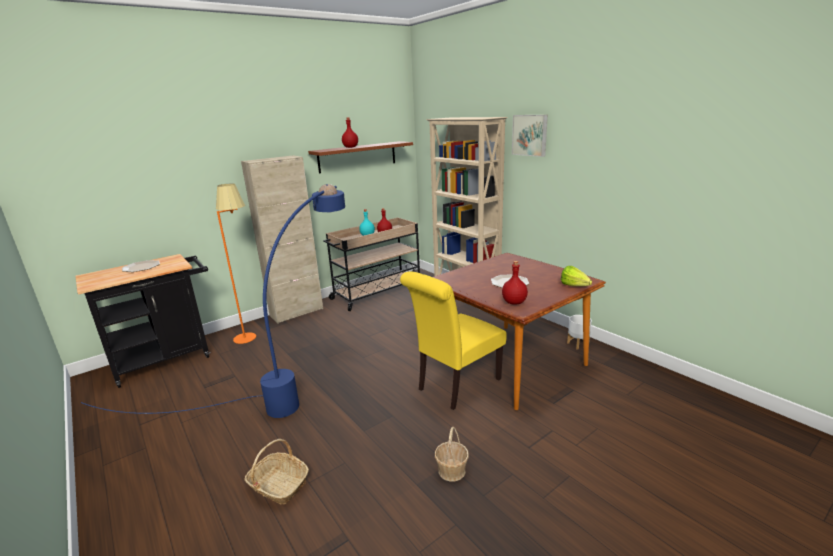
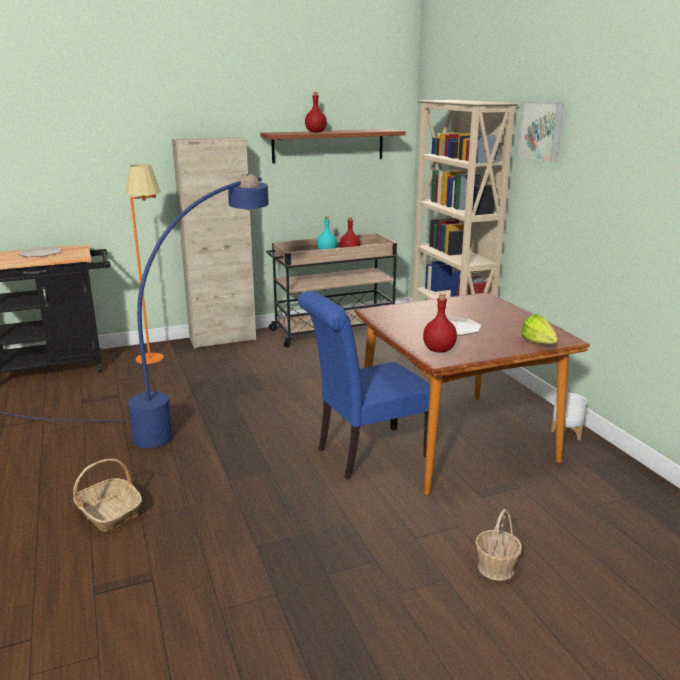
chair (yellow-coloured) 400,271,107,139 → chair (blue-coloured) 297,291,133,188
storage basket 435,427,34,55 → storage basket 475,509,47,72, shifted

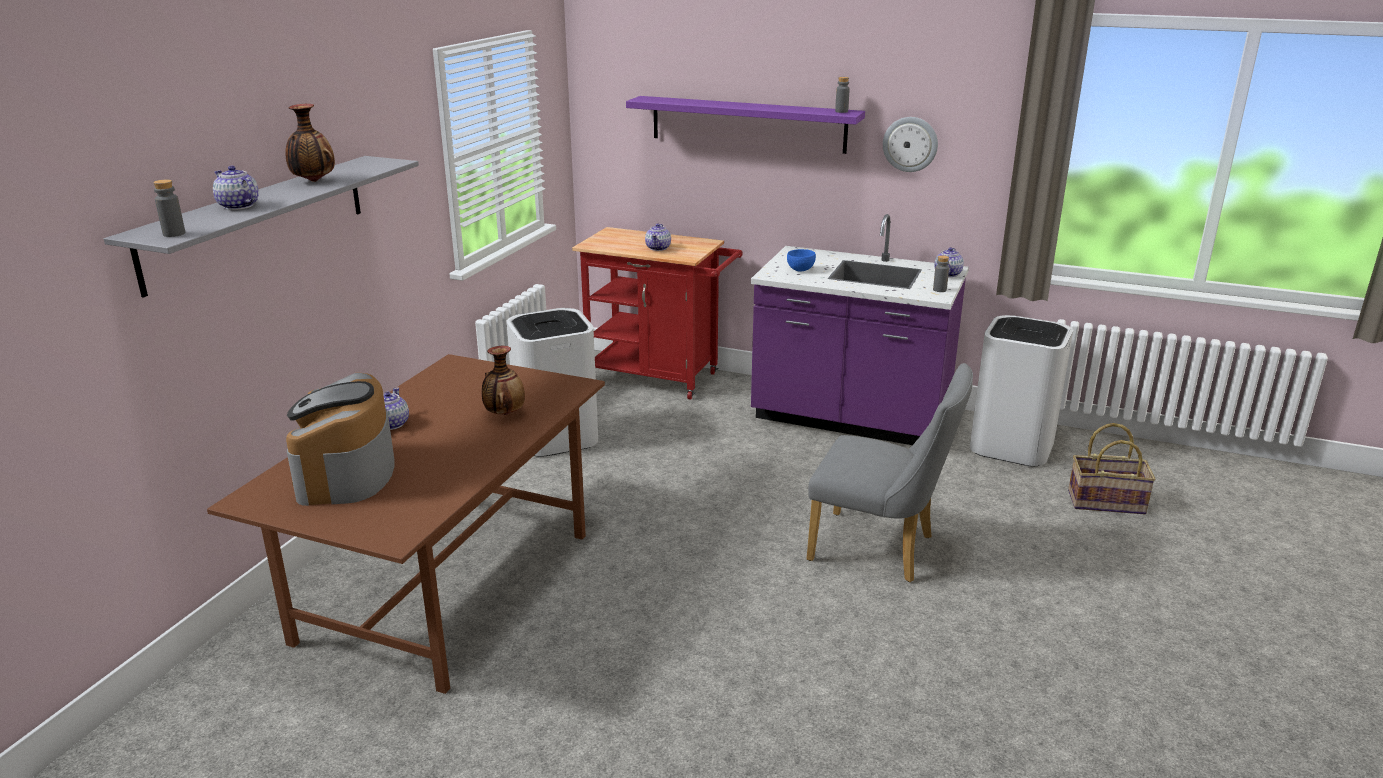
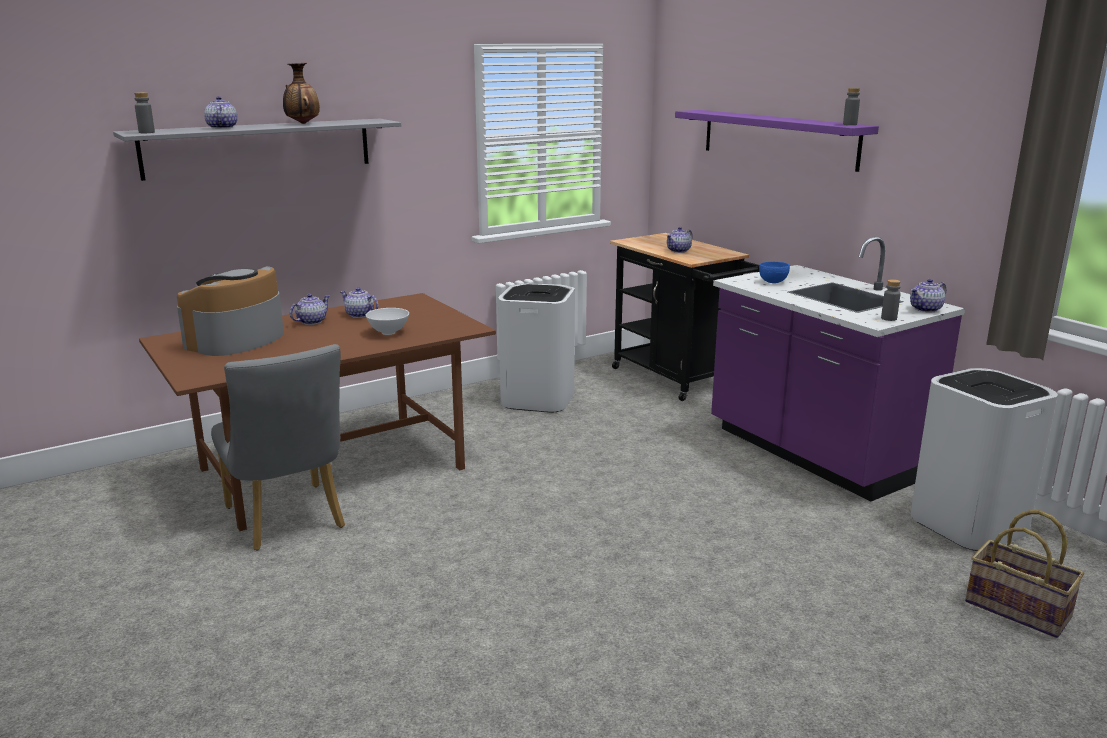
wall clock 883,117,55,55 → -
trolley (red) 572,227,171,173 → trolley (black-coloured) 610,233,150,168
decorative vase 482,346,43,69 → deep dish (white) 366,308,43,27
chair (gray) 806,363,167,219 → chair (gray) 211,344,134,207, shifted
- → tea pot 340,287,38,31

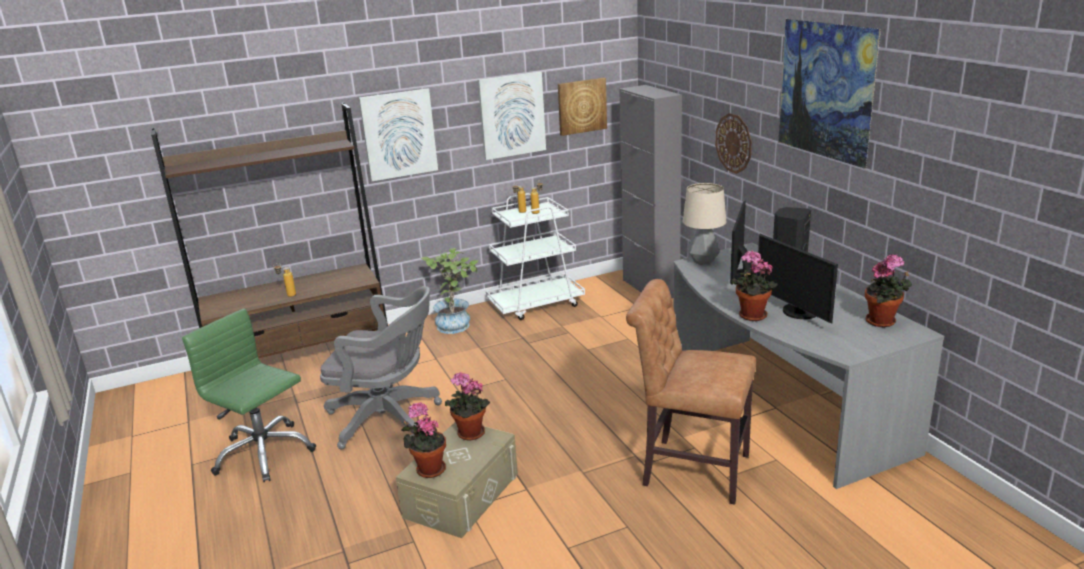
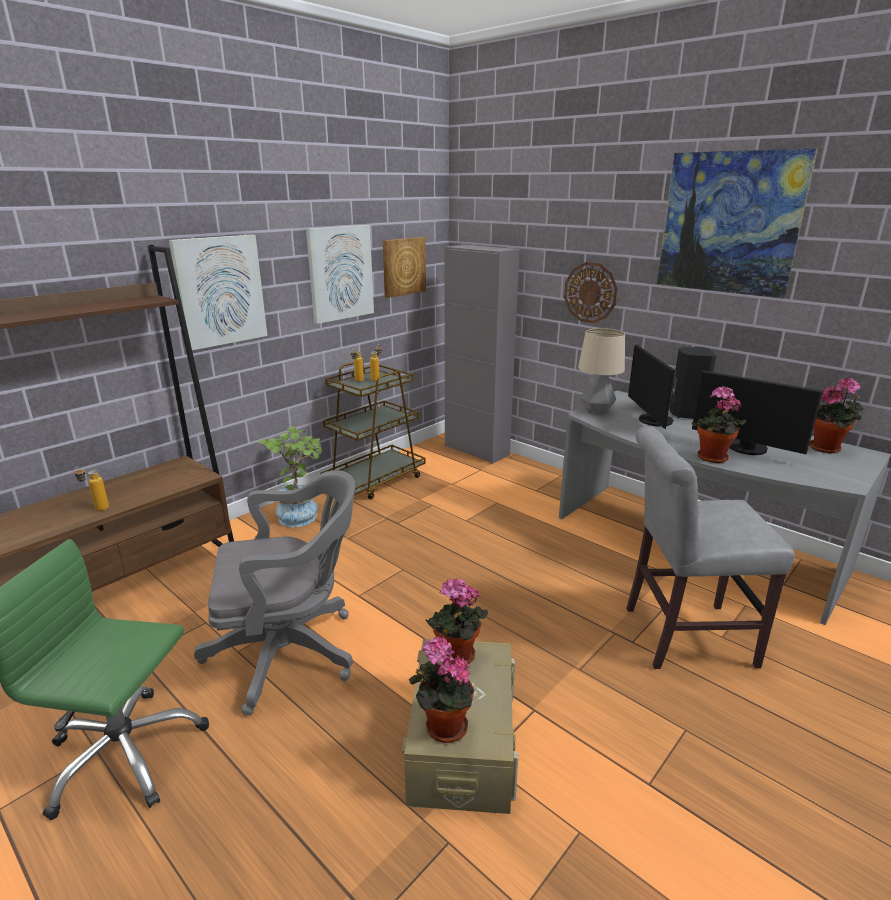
trolley (white) 486,193,99,127 → trolley (brown) 320,362,106,137
chair (brown) 626,279,130,226 → chair (gray) 626,426,169,243

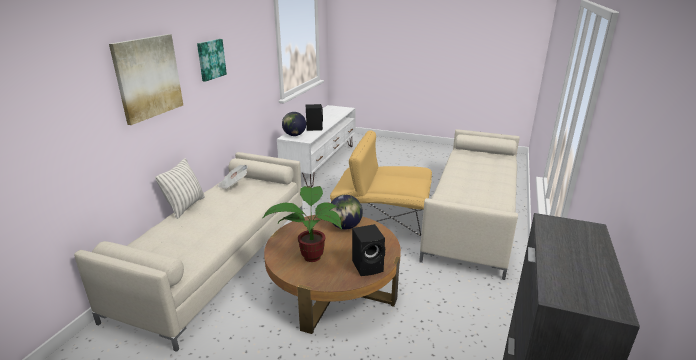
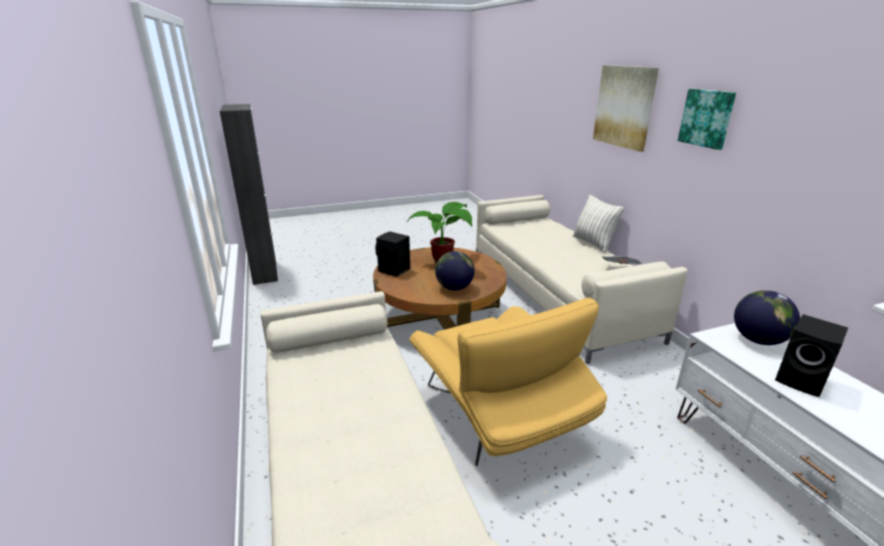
easy chair (yellow-coloured) 330,130,102,106 → easy chair (yellow-coloured) 409,298,198,168, 90 degrees clockwise

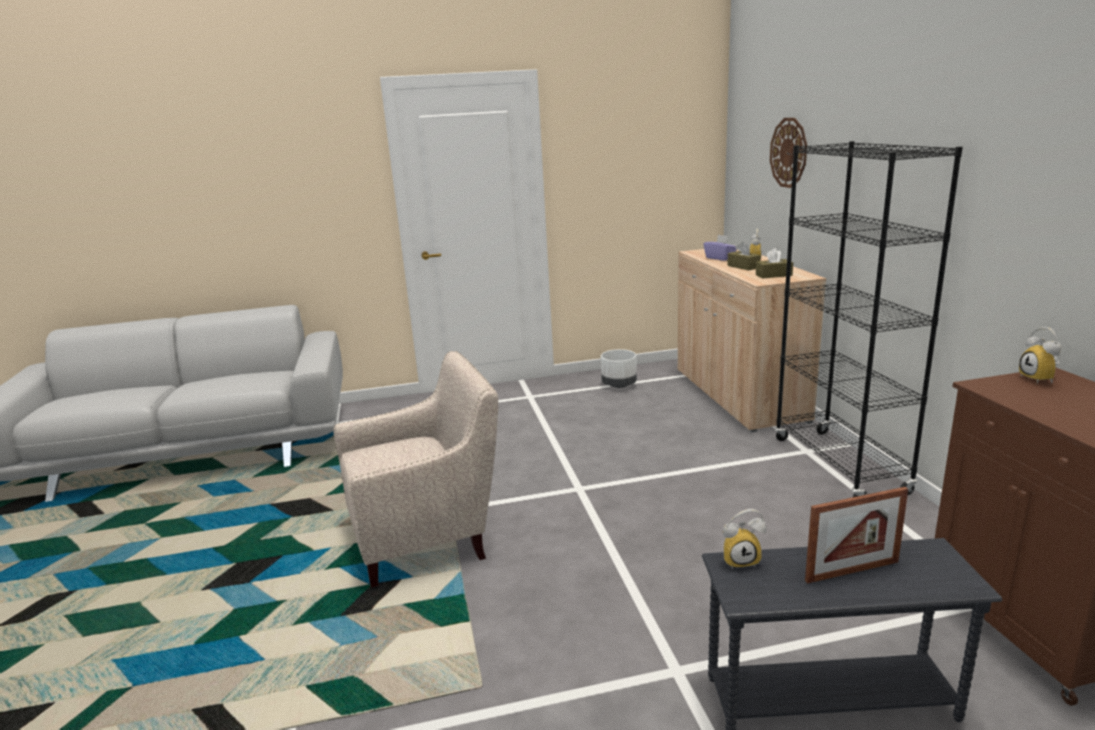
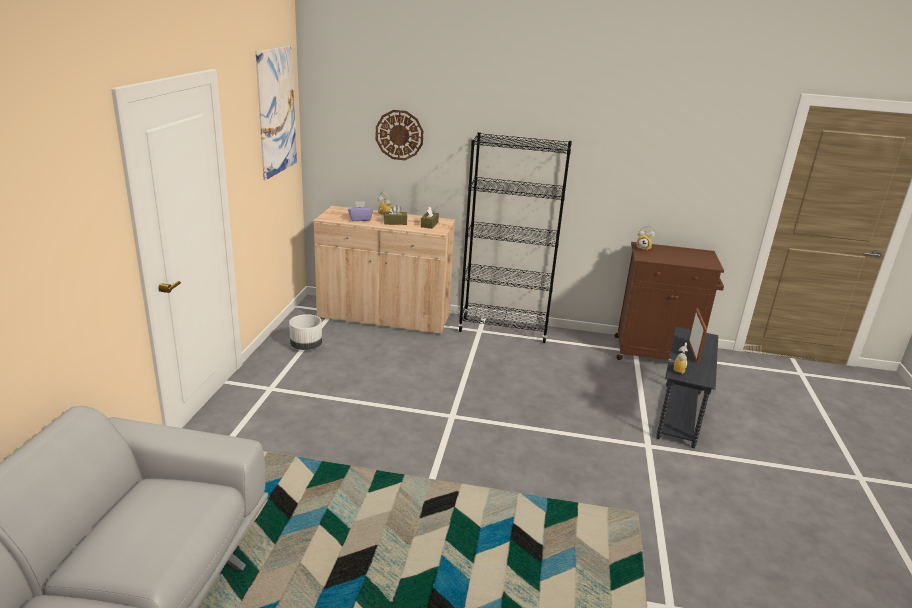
easy chair (beige) 333,351,165,237 → -
- → picture 256,46,41,134

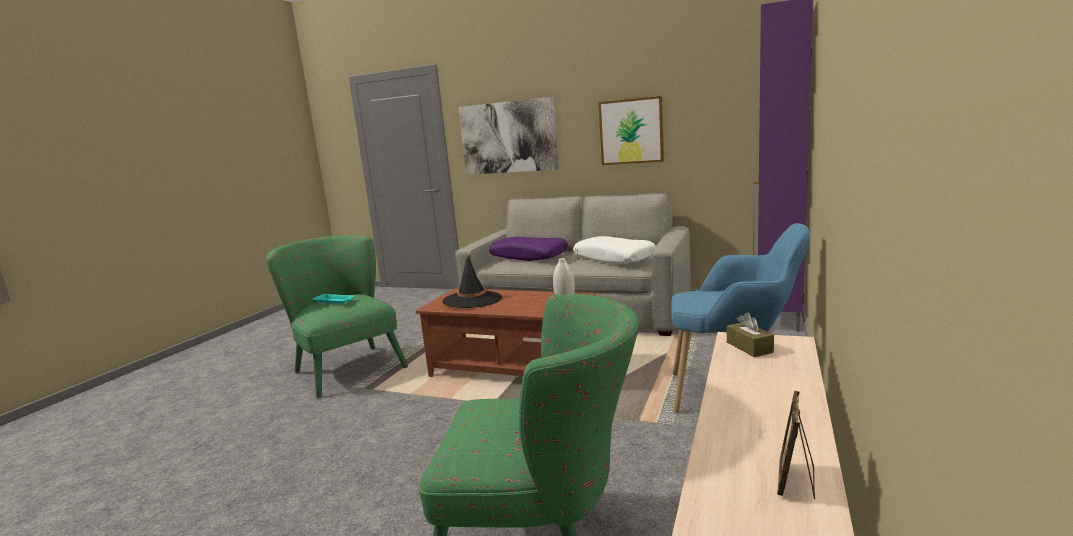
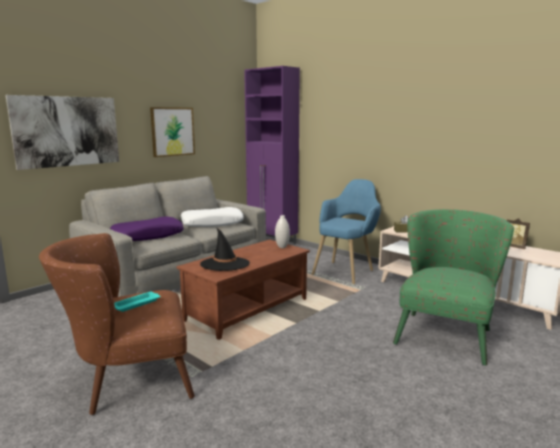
easy chair (green-coloured) 266,235,142,163 → easy chair (brown) 39,233,156,182

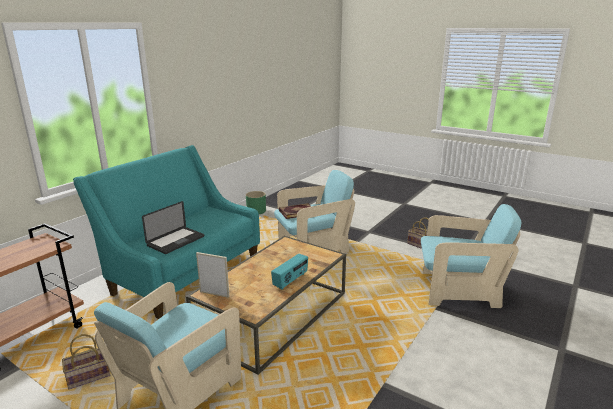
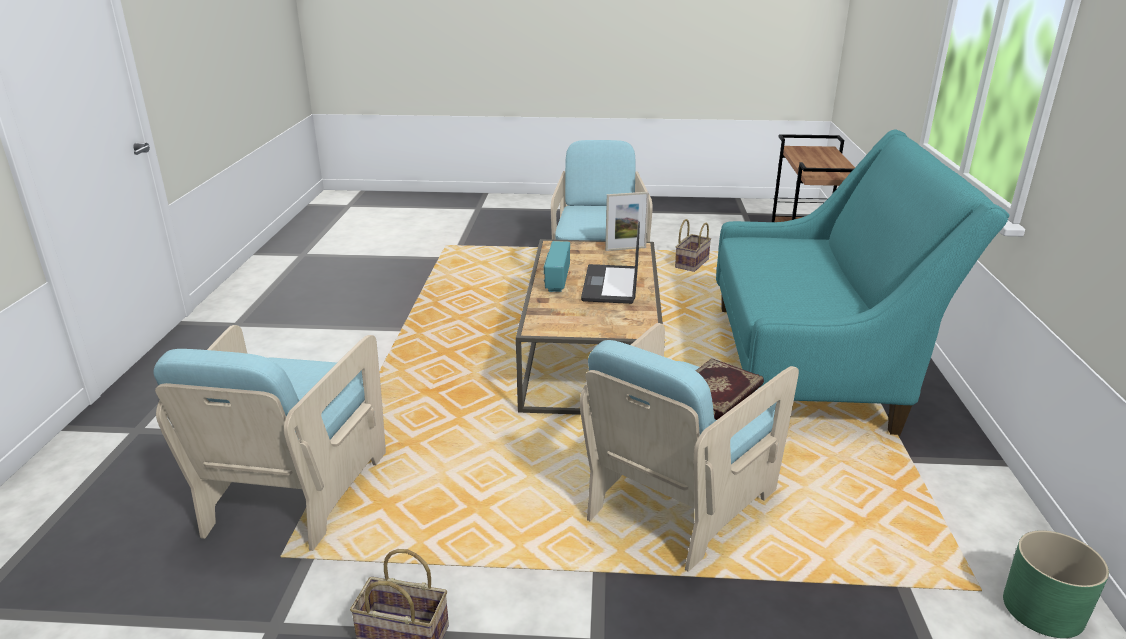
portable computer 142,201,62,53 → portable computer 581,222,59,82, shifted
easy chair (turquoise) 421,204,100,104 → easy chair (turquoise) 154,325,232,226, 60 degrees counterclockwise

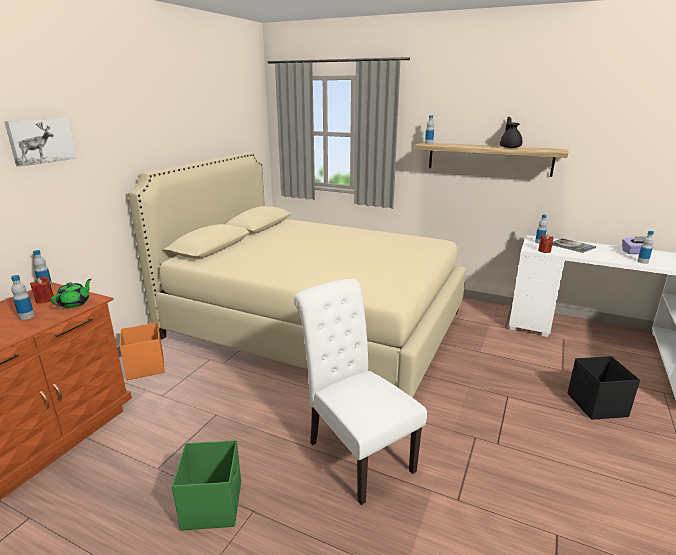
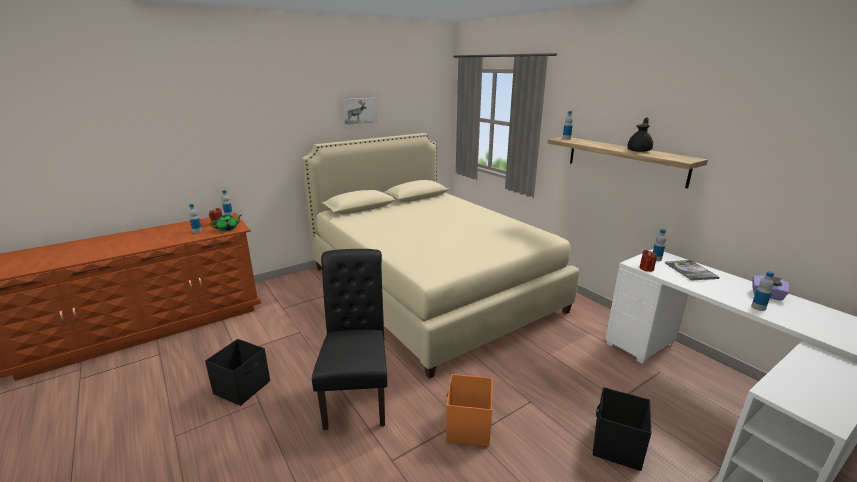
picture 4,118,73,49 → picture 343,98,34,27, shifted
chair (white) 294,279,133,226 → chair (black-coloured) 312,249,76,181
storage box (orange) 119,323,46,57 → storage box (orange) 446,374,46,73, shifted
storage box (green-coloured) 172,440,69,91 → storage box (black-coloured) 205,339,65,67

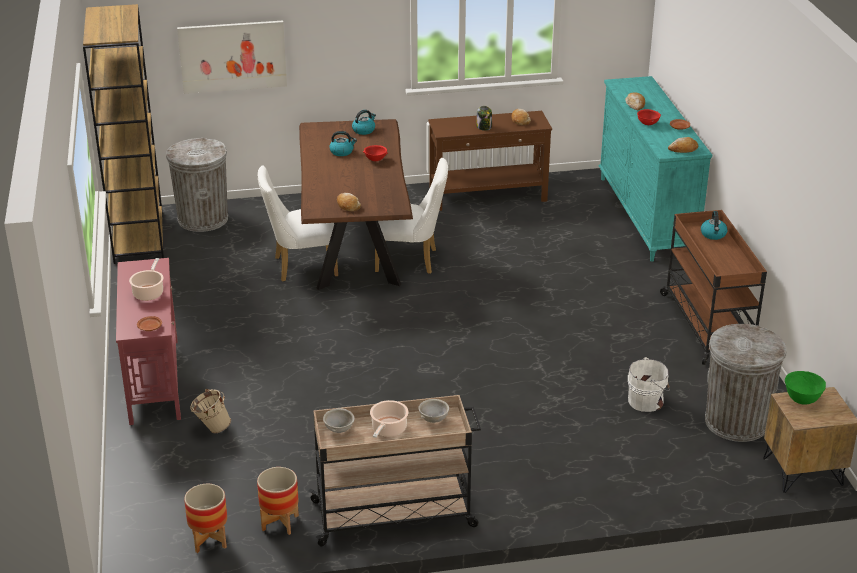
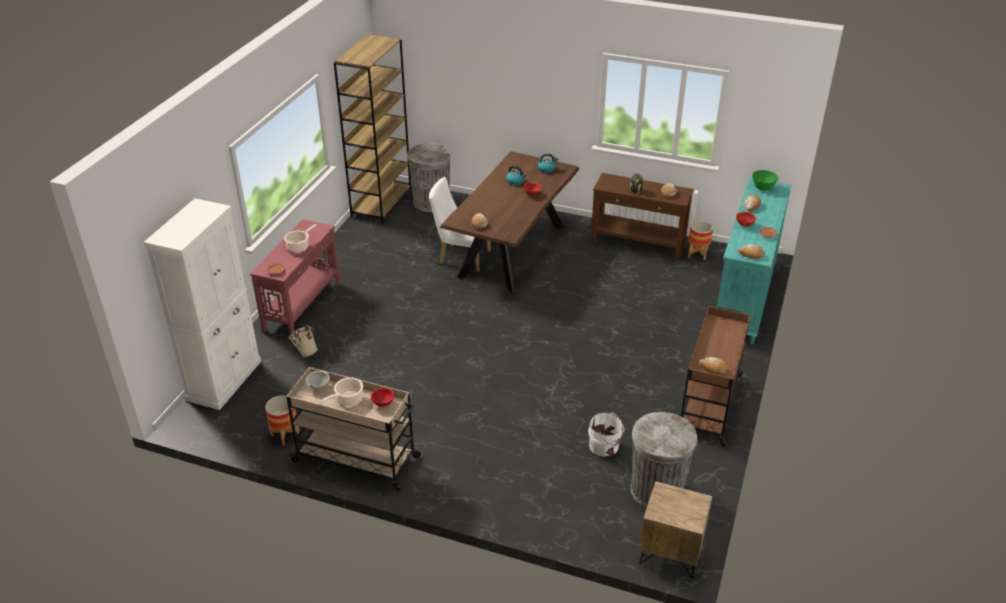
picture 177,21,110,73 → -
chair (white) 375,158,73,116 → -
kettle 701,211,26,29 → -
deep dish (green-coloured) 785,371,41,34 → deep dish (green-coloured) 752,170,26,20, shifted
deep dish (gray) 418,399,31,24 → deep dish (red) 370,388,25,19
flower pot 184,484,43,69 → flower pot 688,221,25,39, shifted
- → cupboard (white) 143,198,118,212
- → bread 699,357,29,17

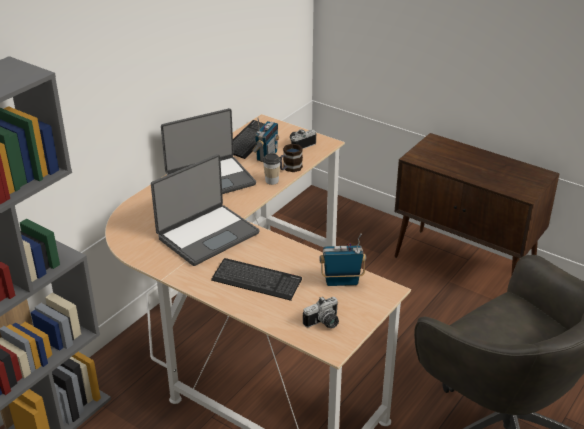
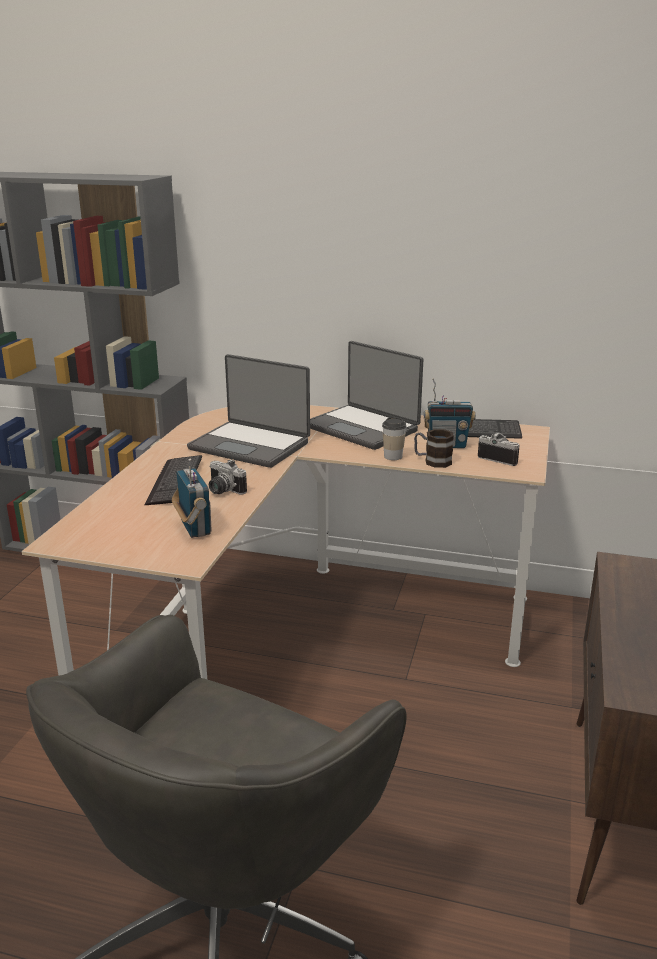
still camera 303,297,36,32 → still camera 209,459,38,36, shifted

